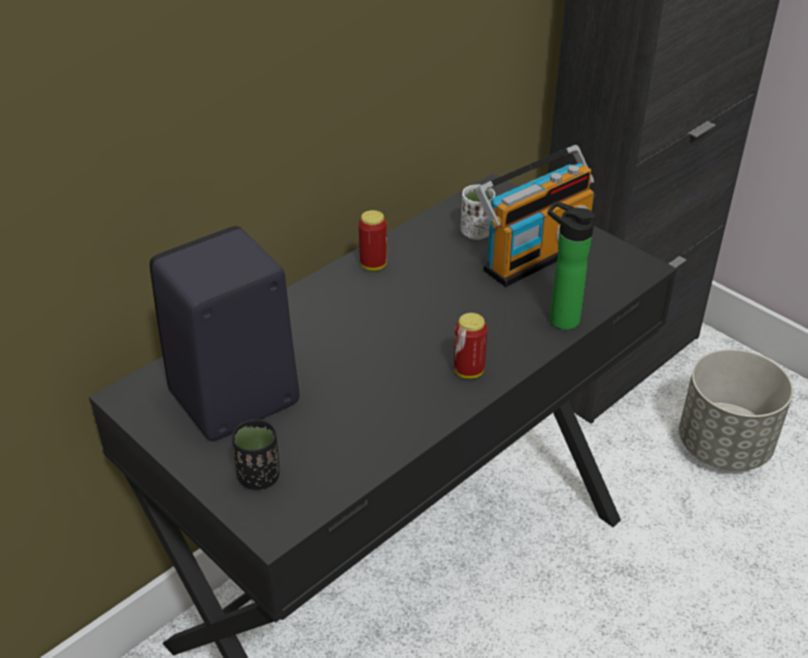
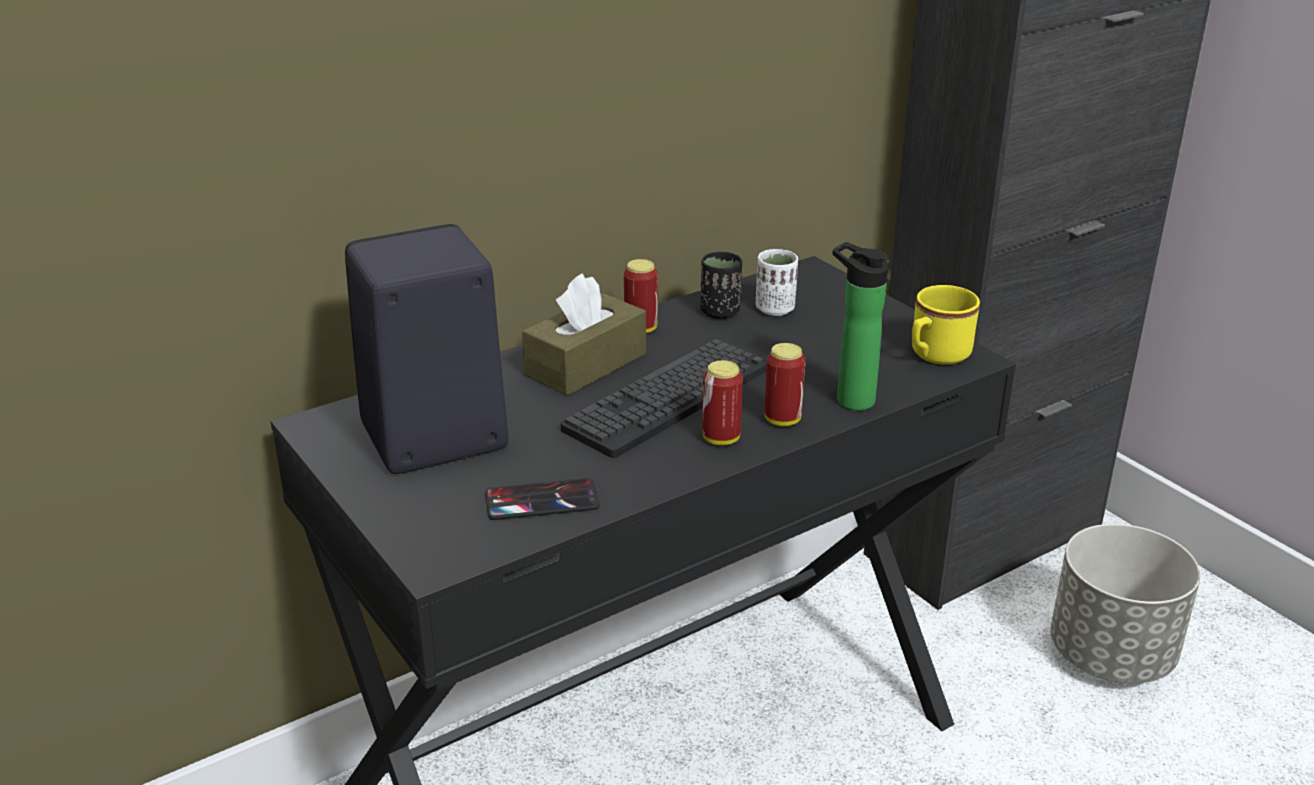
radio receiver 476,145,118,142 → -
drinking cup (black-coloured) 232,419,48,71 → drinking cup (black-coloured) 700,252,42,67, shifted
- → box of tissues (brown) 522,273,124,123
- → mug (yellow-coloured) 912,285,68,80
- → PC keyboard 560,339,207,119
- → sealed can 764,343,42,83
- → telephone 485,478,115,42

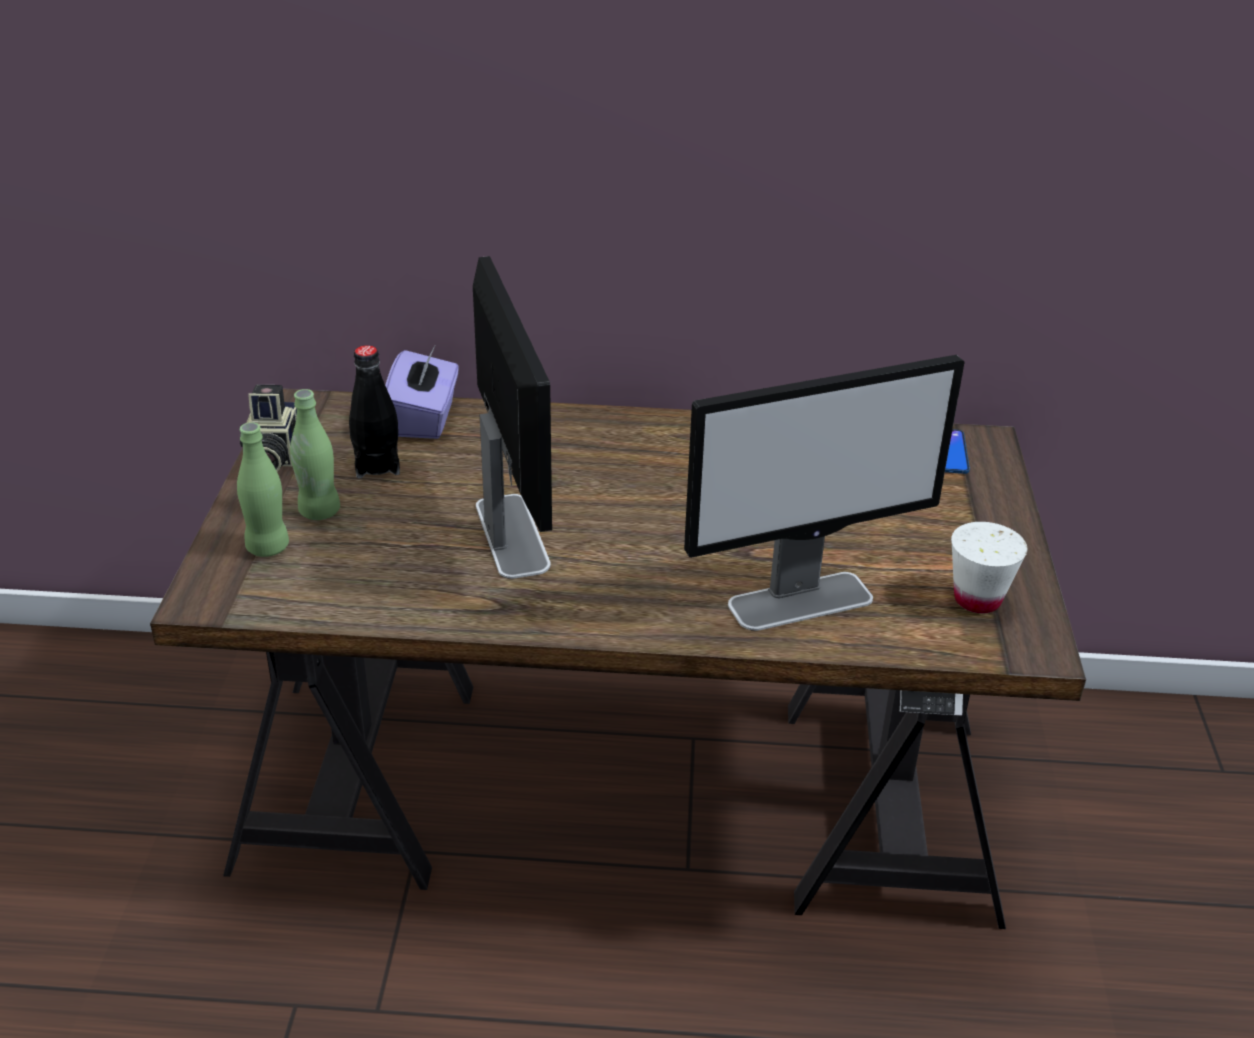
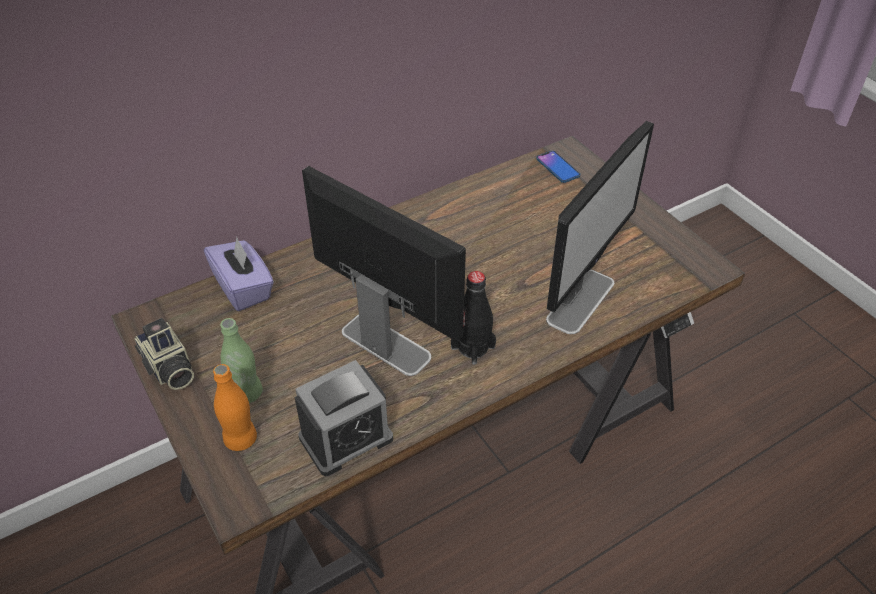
drink bottle (black-coloured) 349,345,51,133 → drink bottle (black-coloured) 451,271,45,94, shifted
drink bottle (green-coloured) 237,422,52,135 → drink bottle (orange) 213,364,44,87
drinking cup (white) 951,522,76,91 → -
- → table clock 295,360,98,116

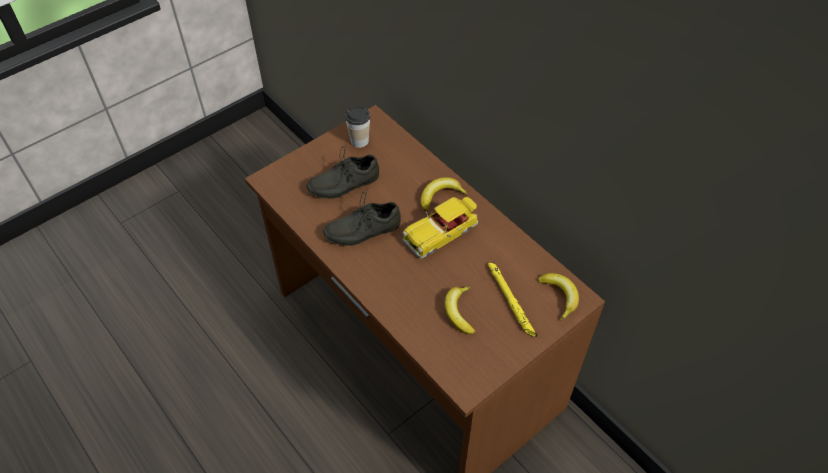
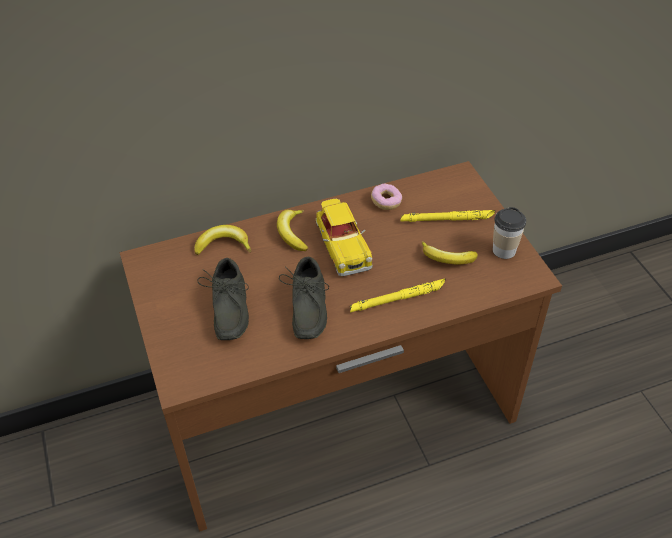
drinking cup 345,106,25,42 → drinking cup 493,207,33,52, shifted
whole banana 538,273,41,48 → whole banana 194,225,57,30, shifted
- → donut 371,184,31,26
- → torch (yellow-coloured) 350,278,95,34

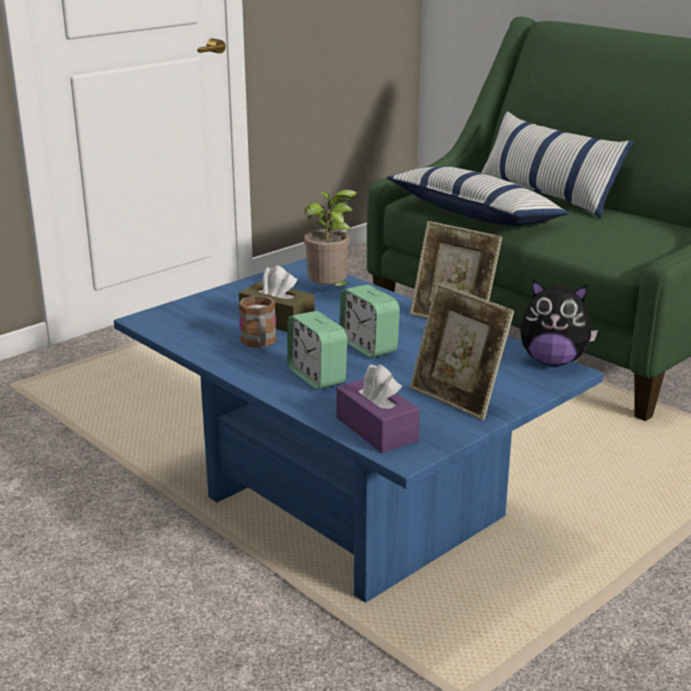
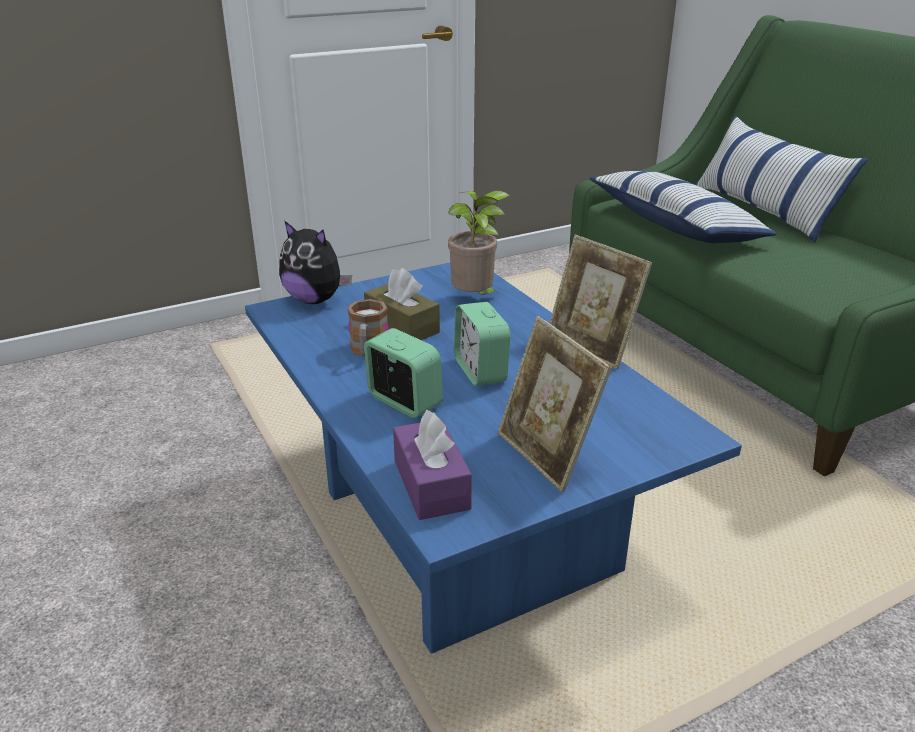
cuddly toy 520,279,78,87 → cuddly toy 279,220,73,84, shifted
table clock 287,311,60,78 → table clock 364,328,79,90, 150 degrees clockwise

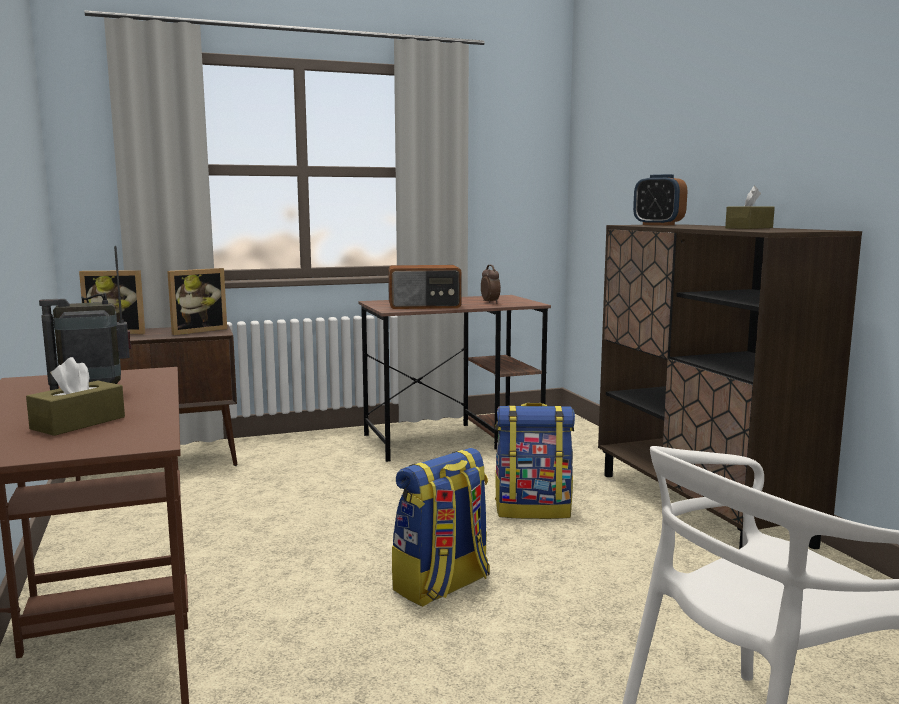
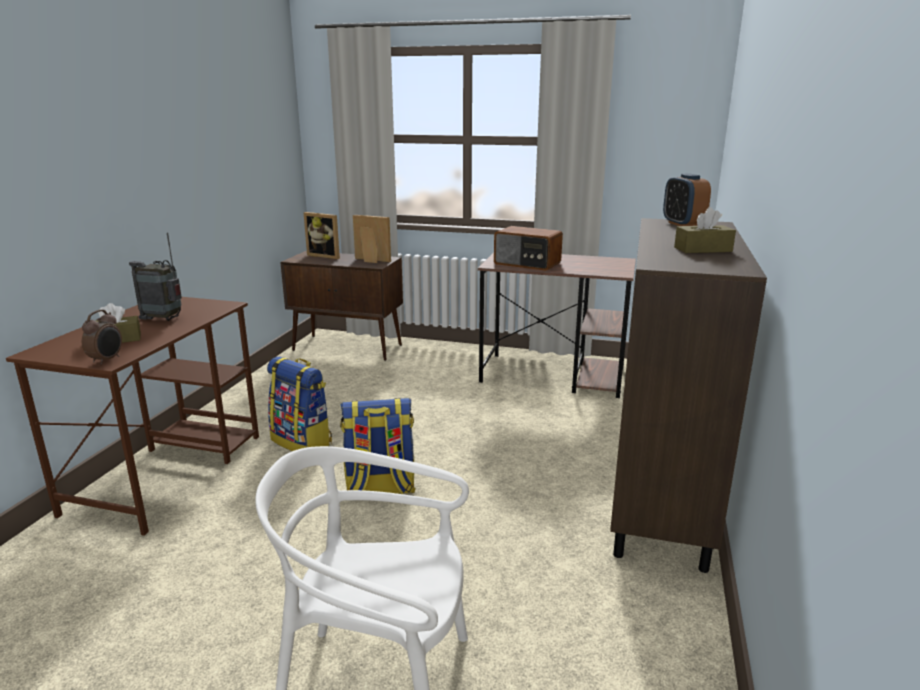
table clock 481,265,20,38 → table clock 82,310,40,55, shifted
photo frame 167,268,60,67 → photo frame 353,215,38,48, 150 degrees counterclockwise
knapsack 495,403,80,116 → knapsack 267,357,65,94, shifted

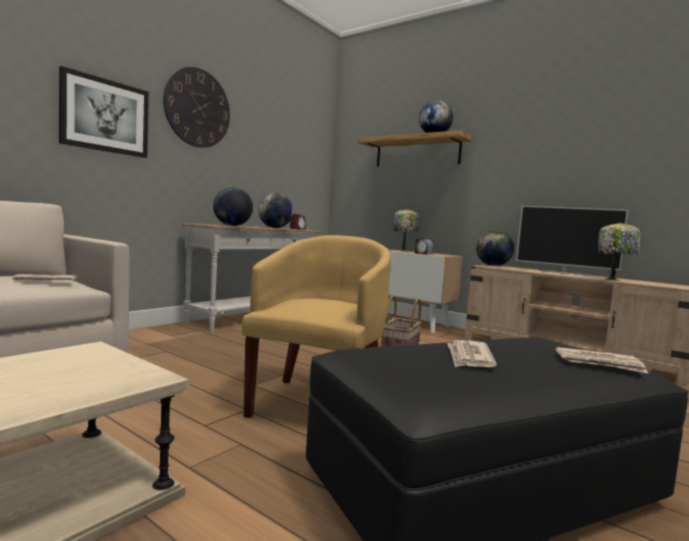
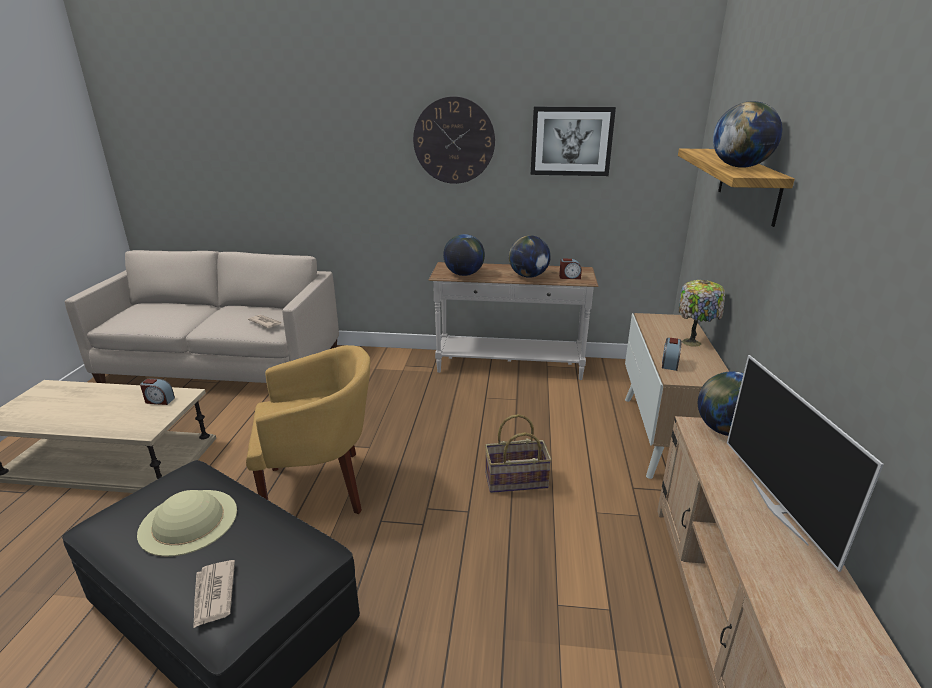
picture 59,66,90,92 → picture 531,107,85,69, shifted
lamp for a table 598,222,42,59 → -
daily paper 447,340,50,28 → hat (beige) 137,490,100,67
- → table clock 140,378,35,27

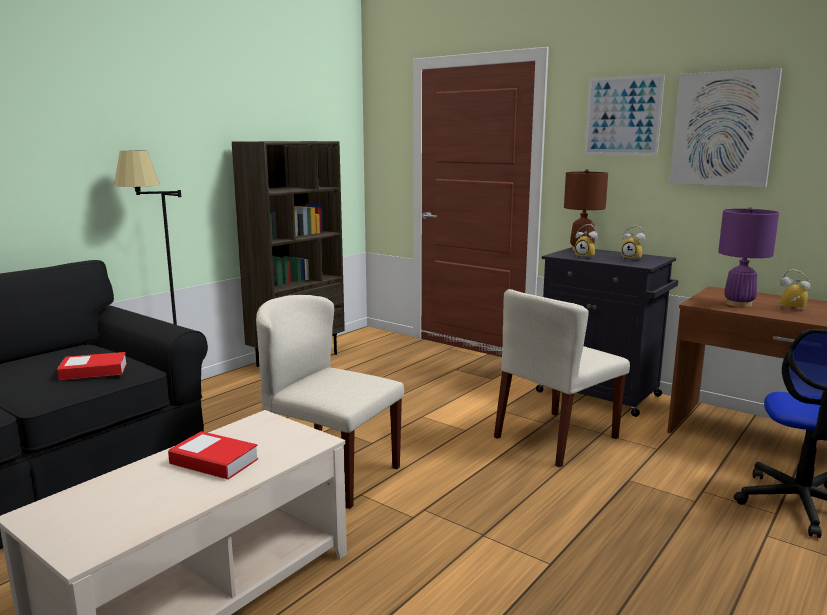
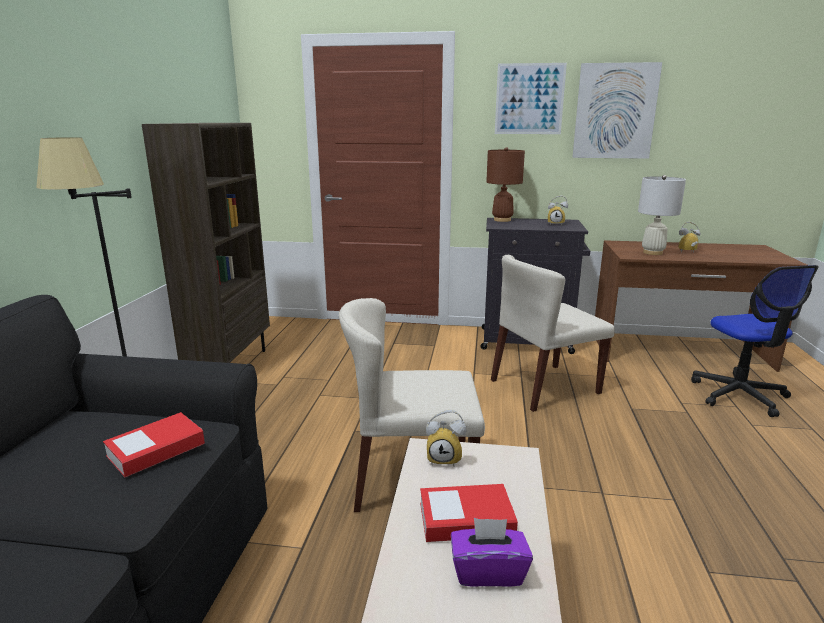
lamp for a table (purple-coloured) 718,207,61,100 → lamp for a table (white) 638,175,48,80
table clock 575,224,23,35 → table clock 426,410,41,56, shifted
chair (beige) 494,289,136,179 → chair (beige) 491,255,124,157, 45 degrees clockwise
- → box of tissues (purple-coloured) 451,518,82,69

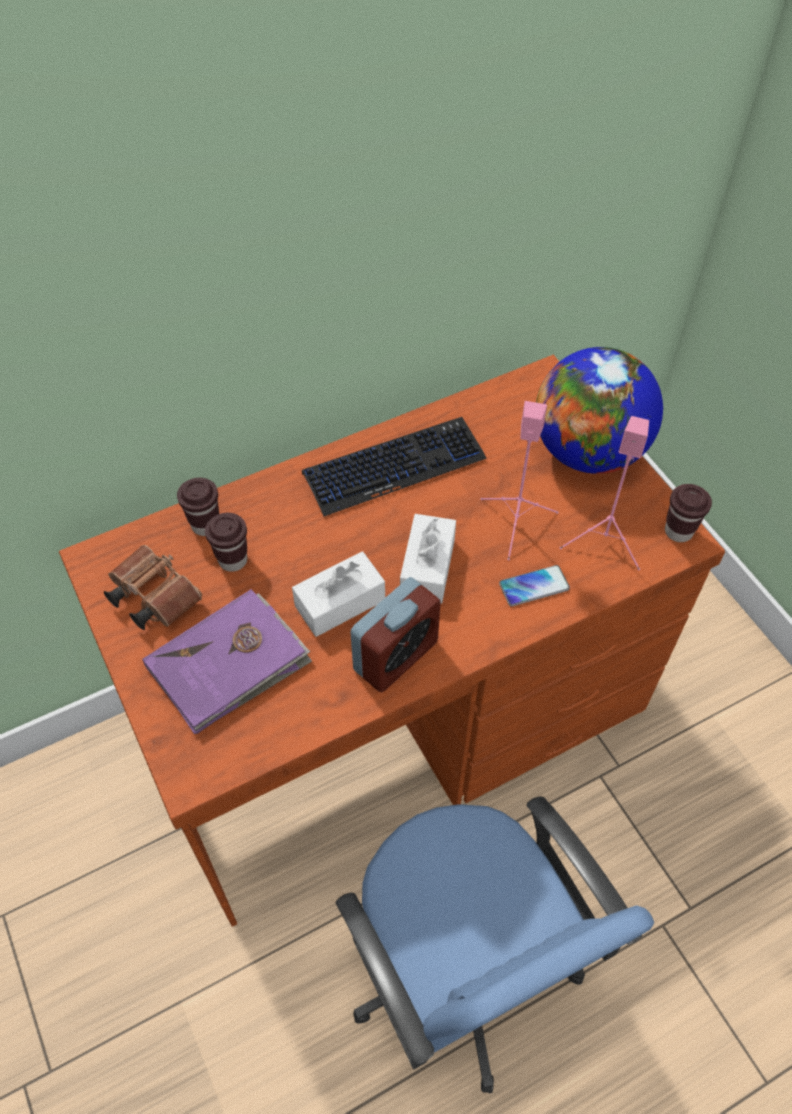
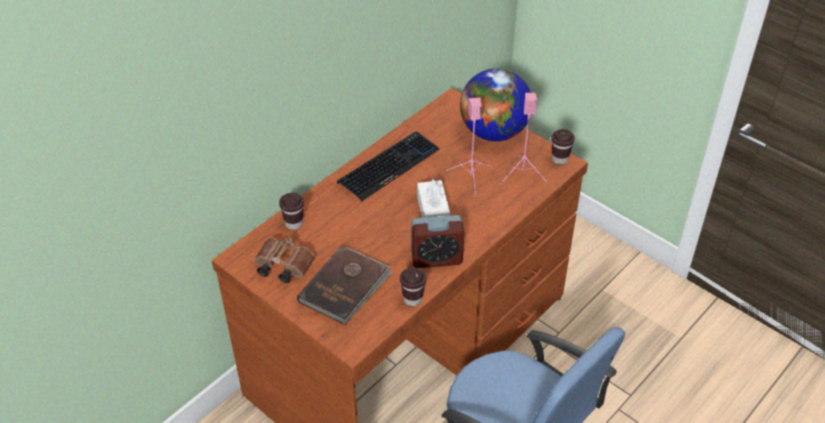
drinking cup (brown) 205,513,42,59 → drinking cup (brown) 400,267,26,39, shifted
box of tissues (white) 292,552,93,85 → -
telephone 499,565,71,41 → -
table clock 350,577,91,115 → table clock 411,215,53,53, 60 degrees clockwise
volume (purple-coloured) 142,589,170,145 → volume (brown) 297,246,96,79

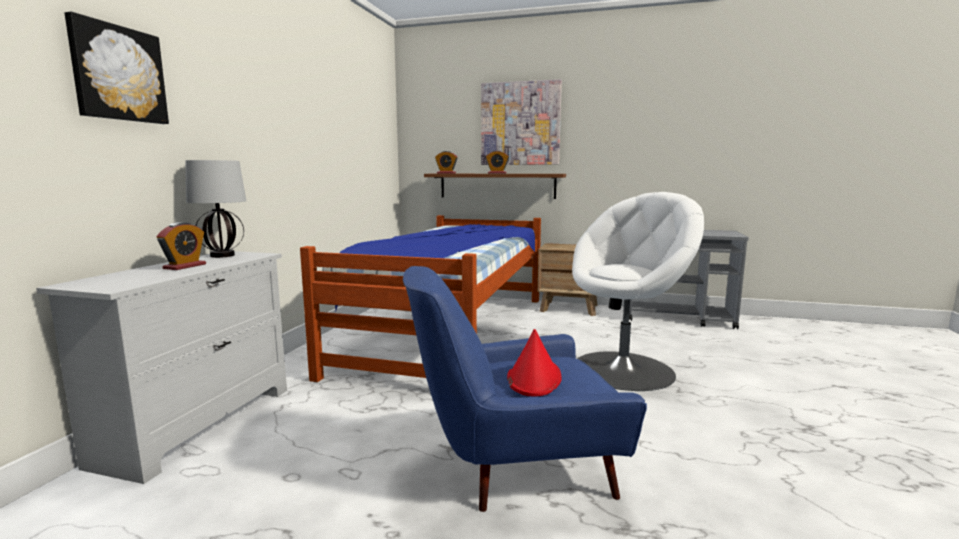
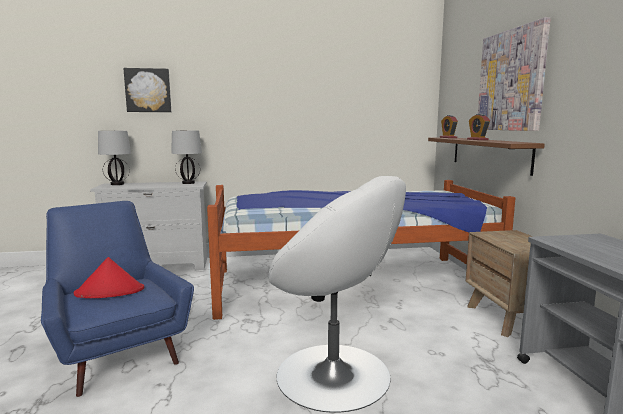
table clock 157,222,49,48 → -
- → lamp for a table 98,131,33,54

